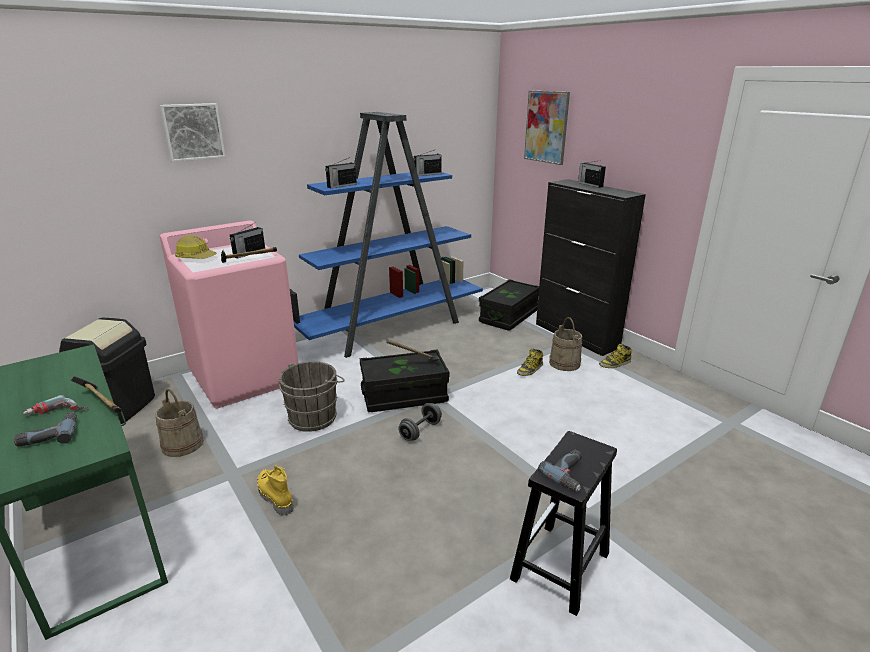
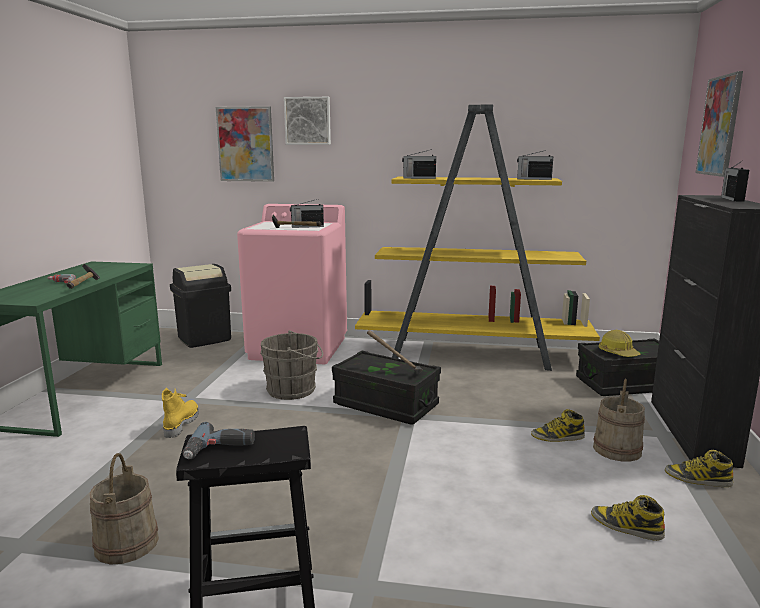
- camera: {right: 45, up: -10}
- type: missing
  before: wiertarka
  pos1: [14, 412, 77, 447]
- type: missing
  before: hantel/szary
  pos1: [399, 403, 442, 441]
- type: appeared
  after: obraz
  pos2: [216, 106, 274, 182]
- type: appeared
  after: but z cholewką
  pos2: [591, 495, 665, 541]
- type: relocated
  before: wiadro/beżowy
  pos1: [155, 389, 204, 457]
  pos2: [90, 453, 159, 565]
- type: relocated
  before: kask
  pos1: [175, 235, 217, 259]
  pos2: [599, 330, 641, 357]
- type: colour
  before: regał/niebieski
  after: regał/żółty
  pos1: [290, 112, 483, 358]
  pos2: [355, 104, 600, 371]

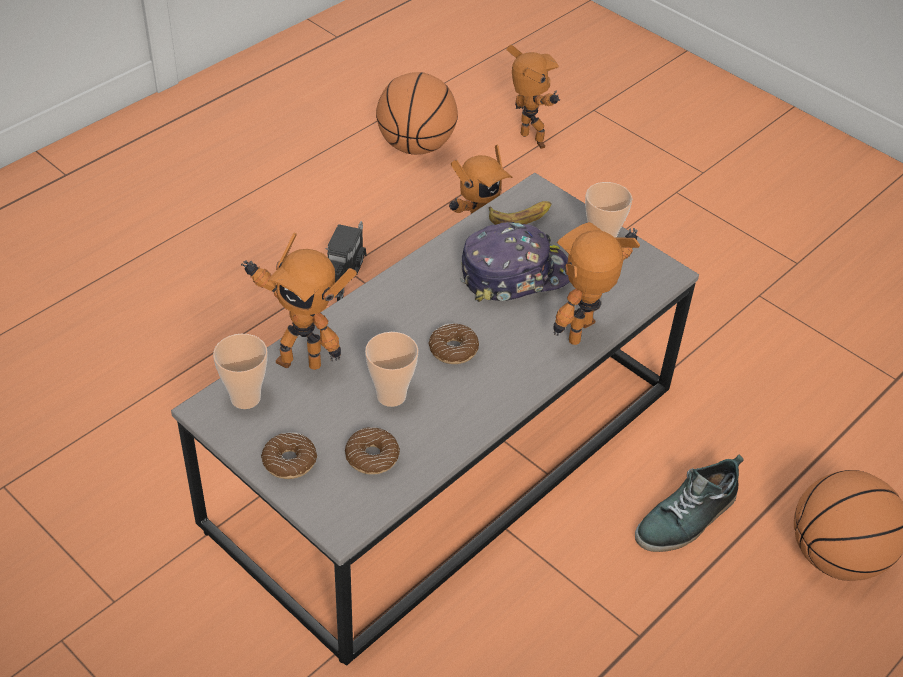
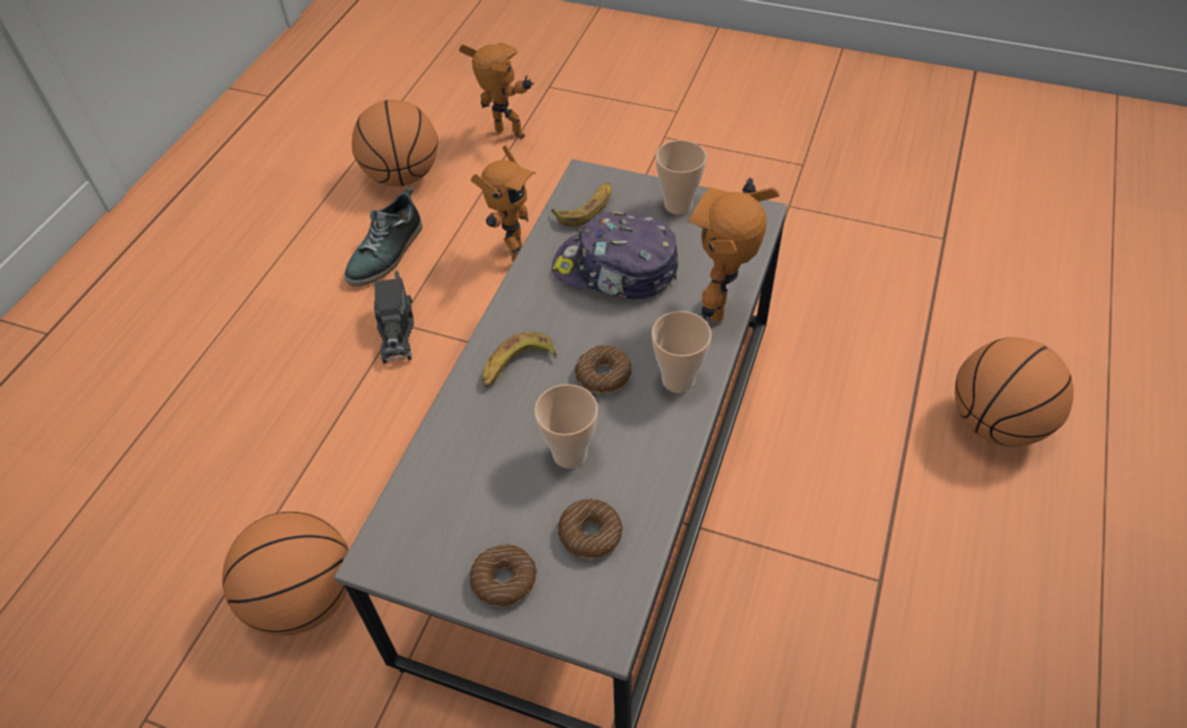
- camera: {right: -20, up: 5}
- type: missing
  before: robot zabawkowy
  pos1: [241, 232, 357, 370]
- type: appeared
  after: piłka do koszykówki
  pos2: [222, 511, 349, 636]
- type: appeared
  after: banan
  pos2: [482, 332, 557, 388]
- type: relocated
  before: filiżanka
  pos1: [213, 334, 268, 409]
  pos2: [652, 311, 712, 393]
- type: relocated
  before: but
  pos1: [635, 454, 744, 552]
  pos2: [344, 187, 422, 286]
- type: spun
  before: czapka z daszkiem
  pos1: [460, 222, 570, 302]
  pos2: [552, 212, 678, 299]
  turn: -120

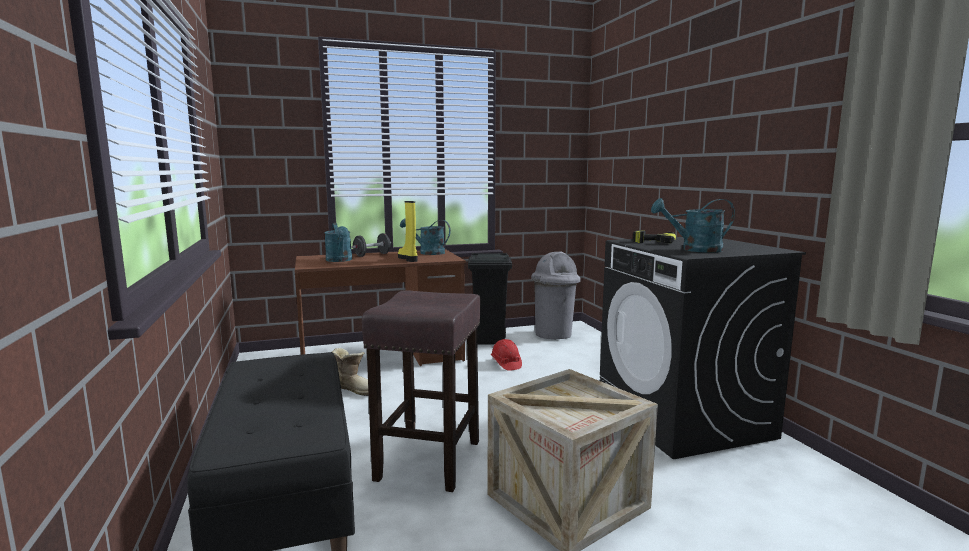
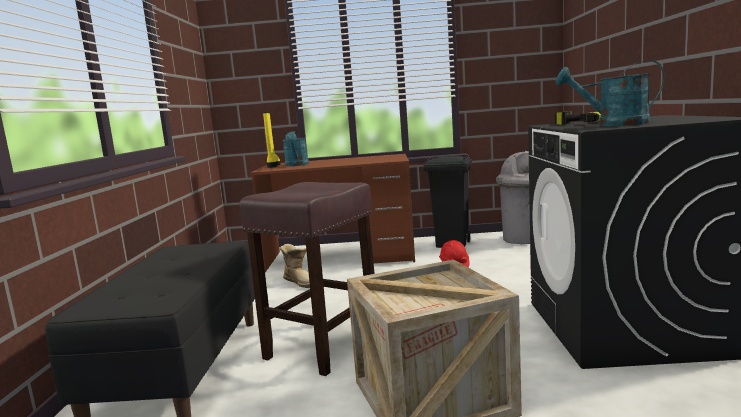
- camera: {right: 20, up: 0}
- type: missing
  before: hantel/czarny
  pos1: [351, 233, 391, 257]
- type: missing
  before: konewka/turkusowy
  pos1: [400, 218, 451, 255]
- type: relocated
  before: but z cholewką/żółty
  pos1: [398, 201, 418, 262]
  pos2: [263, 112, 281, 168]

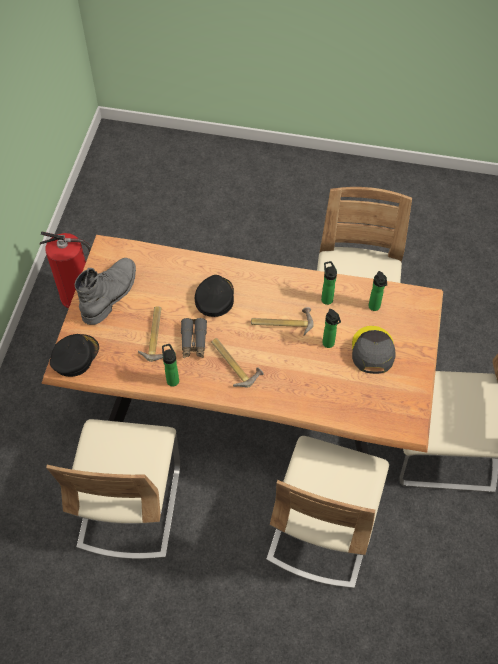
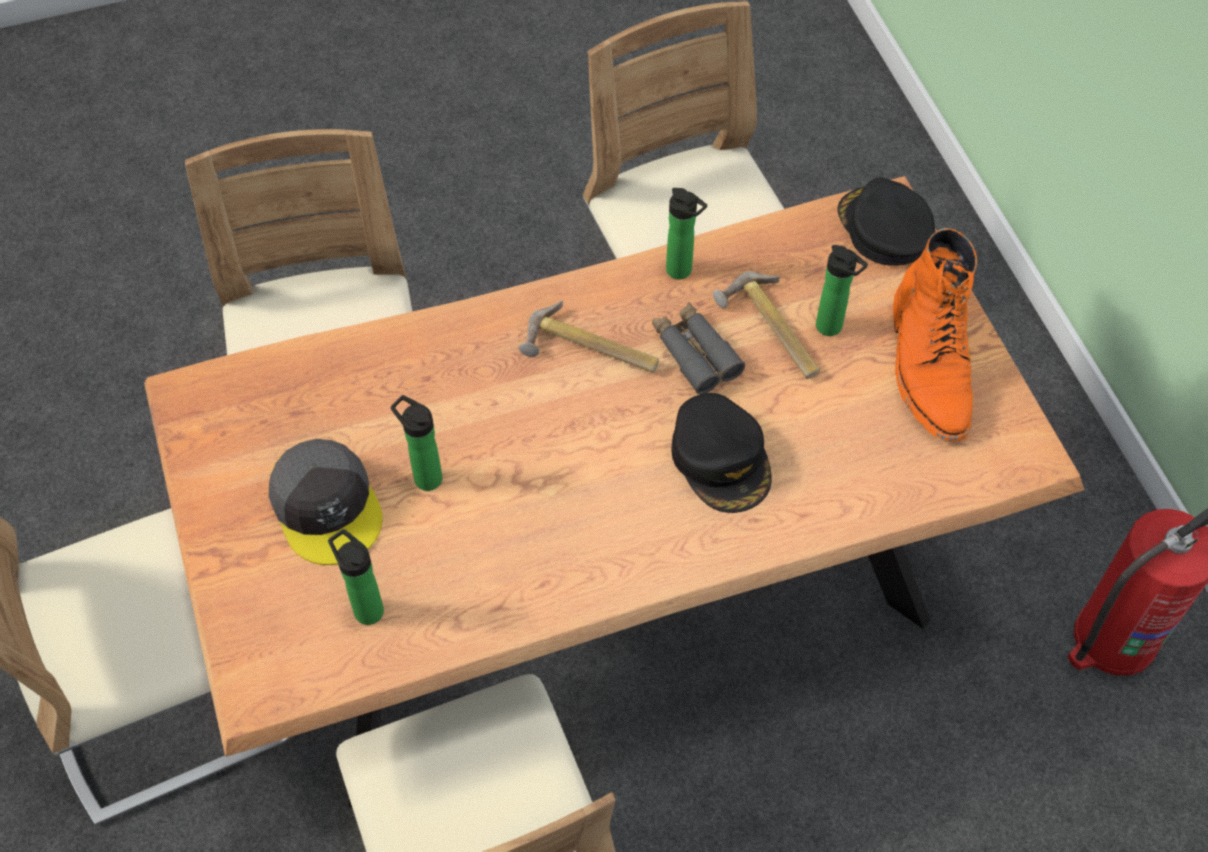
- camera: {right: 150, up: 0}
- type: missing
  before: młotek
  pos1: [251, 307, 314, 336]
- type: relocated
  before: butelka
  pos1: [321, 261, 337, 305]
  pos2: [816, 245, 868, 336]
- type: colour
  before: but z cholewką/szary
  after: but z cholewką/pomarańczowy
  pos1: [75, 258, 136, 325]
  pos2: [893, 228, 977, 441]
- type: spun
  before: czapka z daszkiem/czarny
  pos1: [50, 333, 99, 377]
  pos2: [838, 177, 936, 266]
  turn: 150

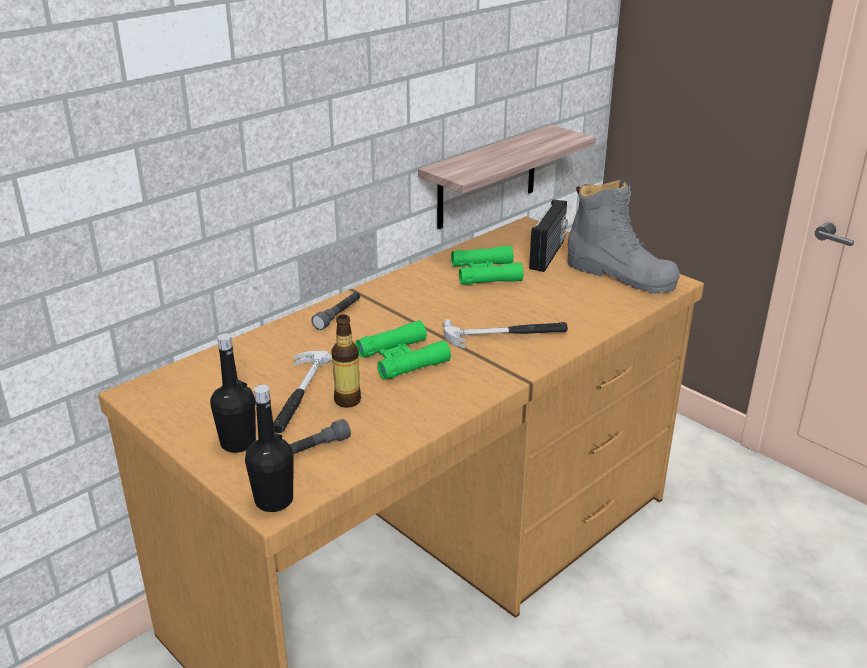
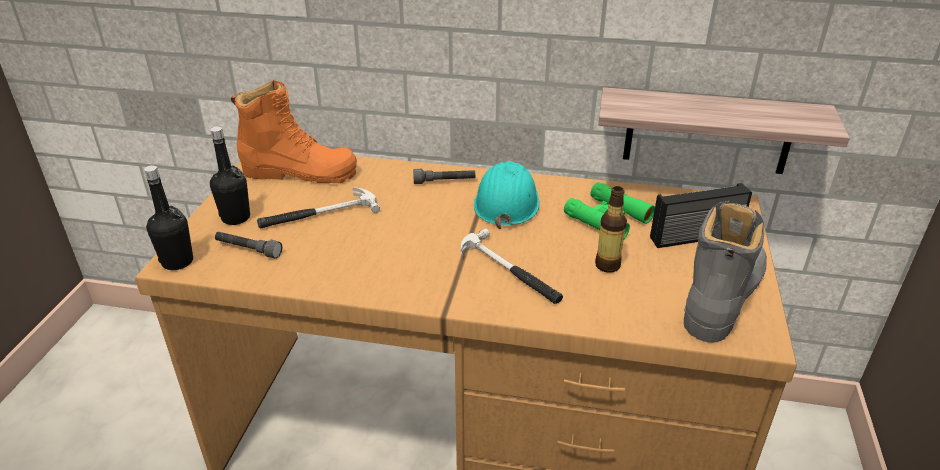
- camera: {right: 55, up: 5}
- type: missing
  before: lornetka/zielony
  pos1: [355, 320, 451, 380]
- type: appeared
  after: but z cholewką/pomarańczowy
  pos2: [231, 80, 357, 183]
- type: appeared
  after: kask/turkusowy
  pos2: [474, 161, 539, 229]
- type: relocated
  before: butelka
  pos1: [332, 315, 361, 408]
  pos2: [595, 186, 627, 273]
- type: spun
  before: but z cholewką/szary
  pos1: [567, 179, 680, 294]
  pos2: [684, 201, 767, 343]
  turn: -150

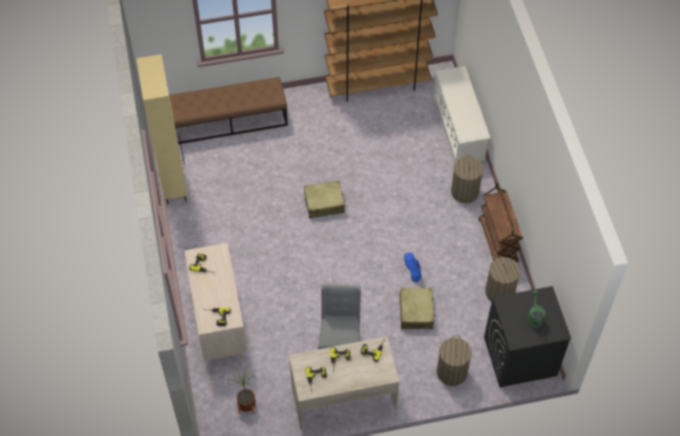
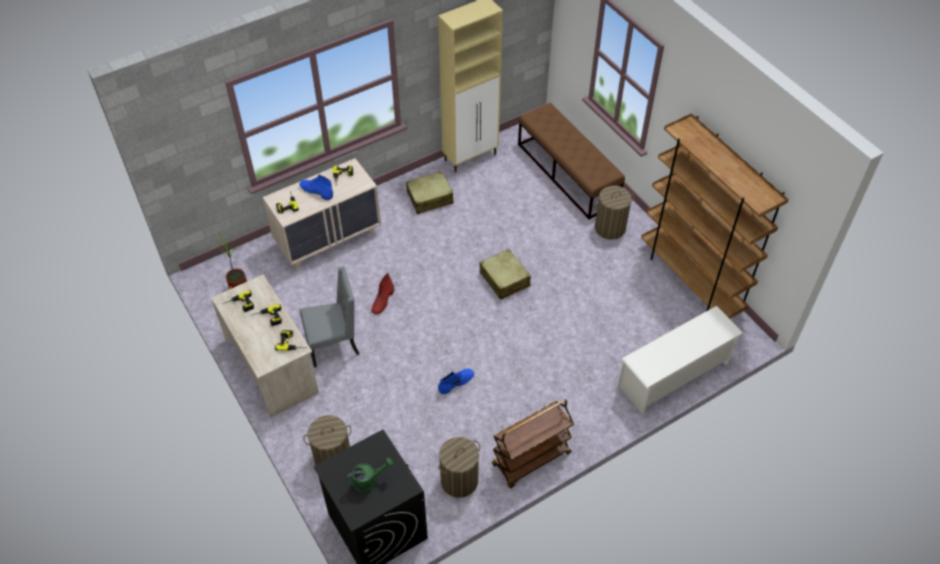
- camera: {right: 70, up: -5}
- type: appeared
  after: but z cholewką/niebieski
  pos2: [299, 175, 333, 200]
- type: appeared
  after: but z cholewką/czerwony
  pos2: [371, 273, 394, 314]
- type: relocated
  before: walizka/beżowy
  pos1: [400, 288, 435, 329]
  pos2: [406, 171, 454, 214]
- type: relocated
  before: kosz na pranie
  pos1: [451, 155, 483, 203]
  pos2: [595, 185, 634, 240]

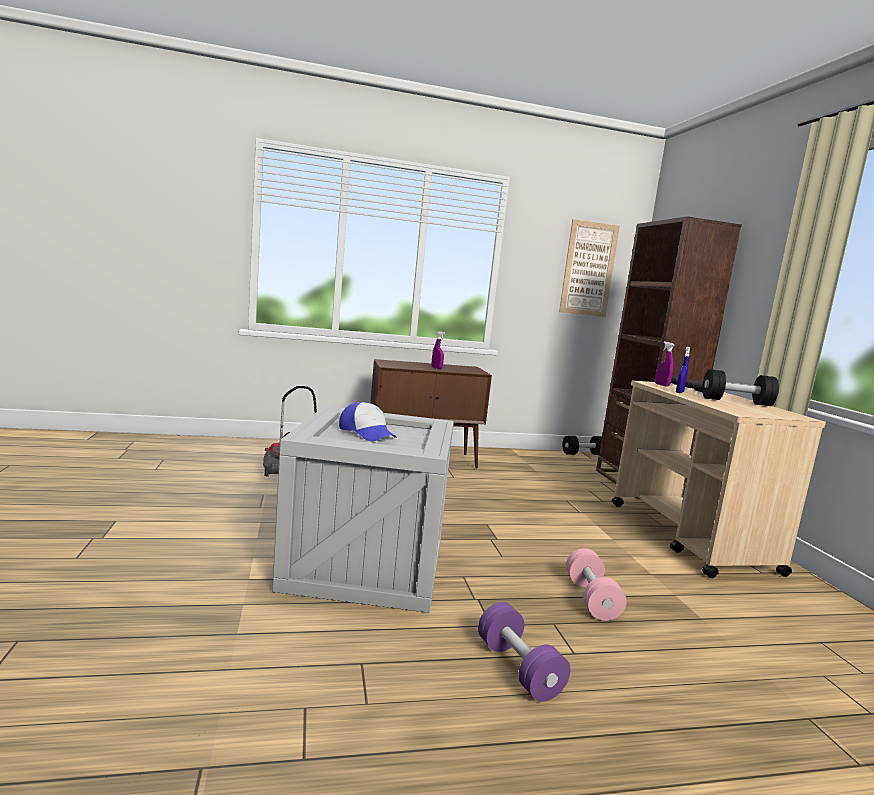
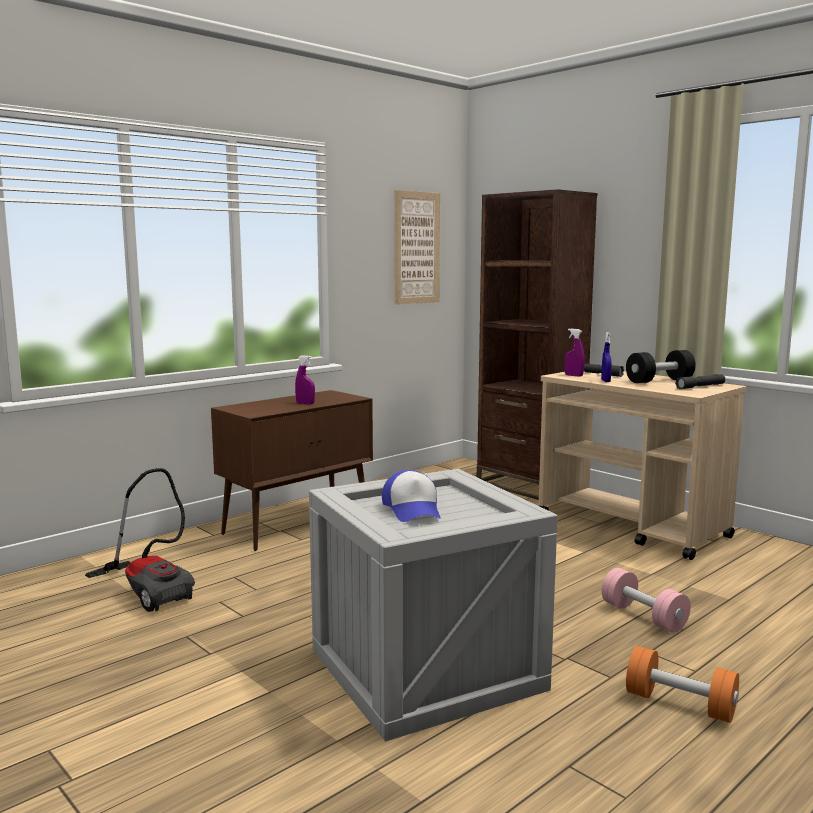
- camera: {right: -30, up: 0}
- type: missing
  before: hantel/czarny
  pos1: [562, 436, 602, 455]
- type: appeared
  after: latarka/szary
  pos2: [675, 374, 725, 389]
- type: colour
  before: hantel/fioletowy
  after: hantel/pomarańczowy
  pos1: [478, 602, 571, 702]
  pos2: [626, 646, 739, 723]
- type: spun
  before: czapka z daszkiem
  pos1: [339, 402, 397, 441]
  pos2: [382, 470, 441, 522]
  turn: 60

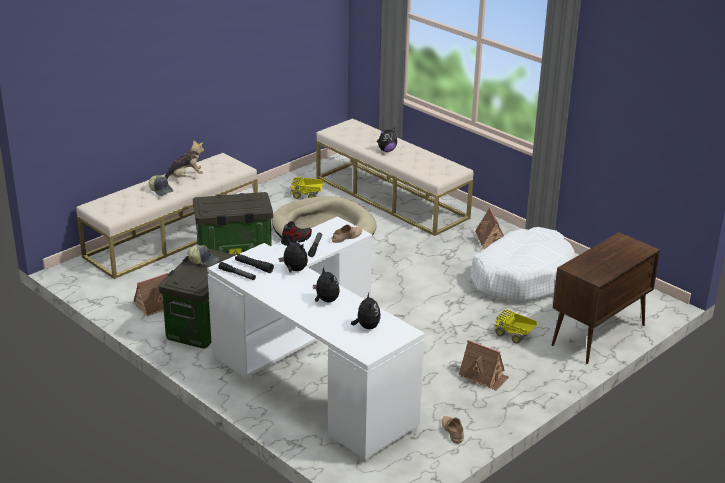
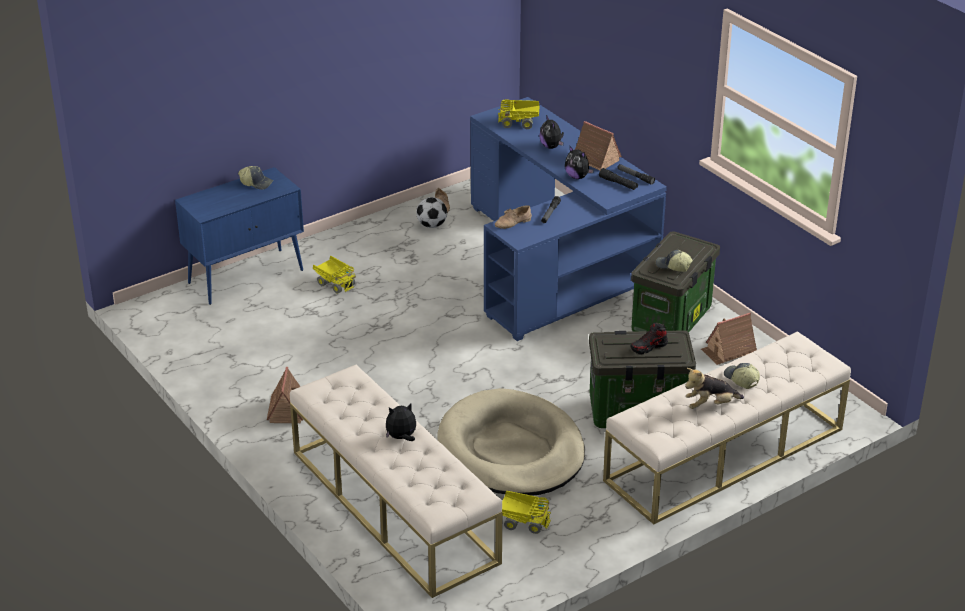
- camera: {right: -170, up: 5}
- type: missing
  before: legowisko/biały
  pos1: [471, 227, 575, 302]
- type: appeared
  after: czapka z daszkiem
  pos2: [238, 166, 273, 190]
- type: appeared
  after: piłka futbolowa
  pos2: [416, 197, 447, 228]
- type: relocated
  before: but
  pos1: [281, 221, 312, 246]
  pos2: [631, 322, 668, 355]
- type: relocated
  before: domek
  pos1: [459, 340, 509, 391]
  pos2: [575, 121, 622, 171]
- type: exchanged
  before: pluszak
  after: ciężarówka zabawkowa
  pos1: [351, 293, 381, 329]
  pos2: [498, 99, 540, 129]
- type: colour
  before: biurko/biały
  after: biurko/niebieski
  pos1: [207, 217, 425, 463]
  pos2: [470, 97, 667, 341]
- type: colour
  before: szafka/brązowy
  after: szafka/niebieski
  pos1: [552, 232, 660, 364]
  pos2: [175, 167, 304, 305]

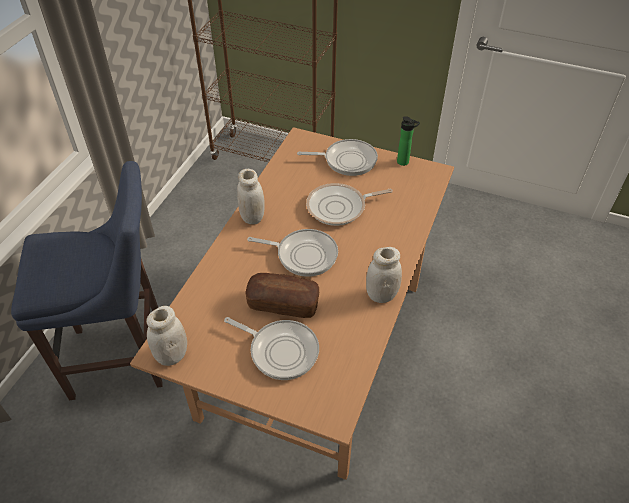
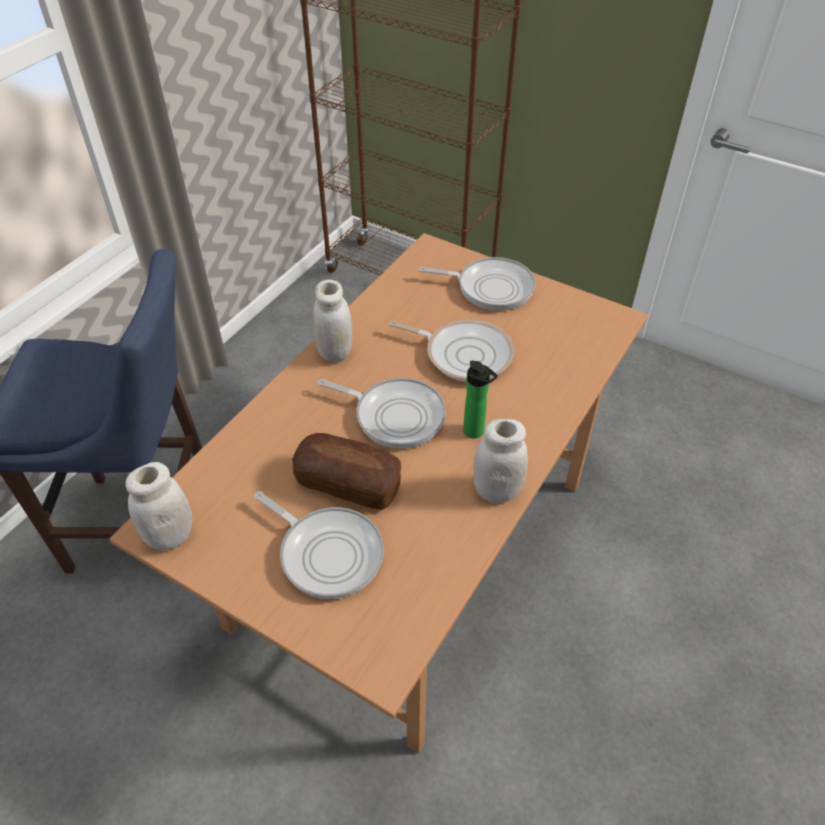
- camera: {right: 10, up: 0}
- type: relocated
  before: butelka
  pos1: [397, 117, 420, 166]
  pos2: [463, 361, 498, 439]
- type: spun
  before: patelnia
  pos1: [306, 183, 393, 226]
  pos2: [389, 319, 514, 382]
  turn: -150

